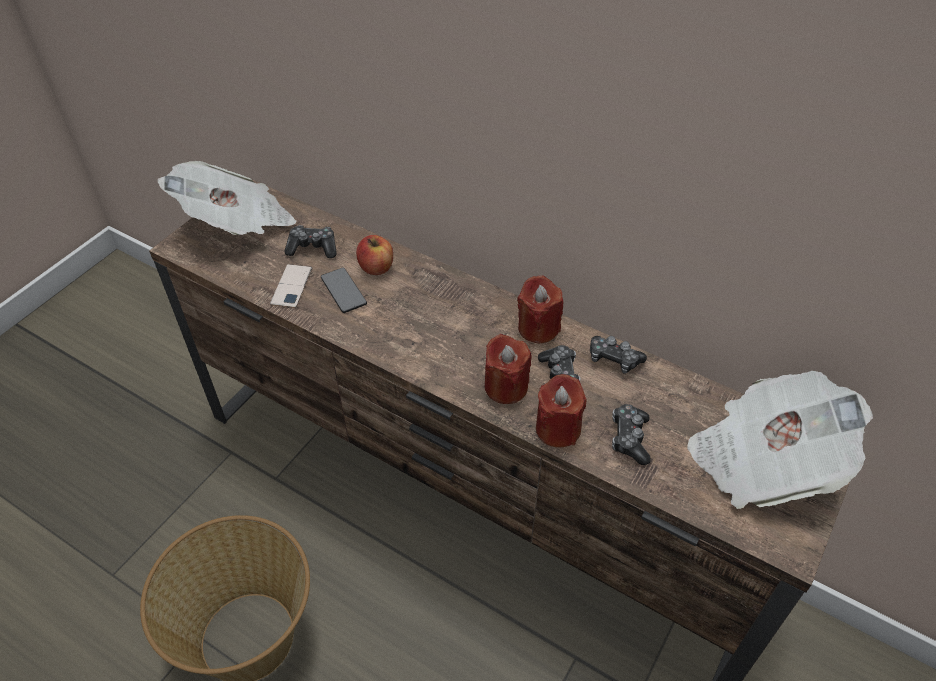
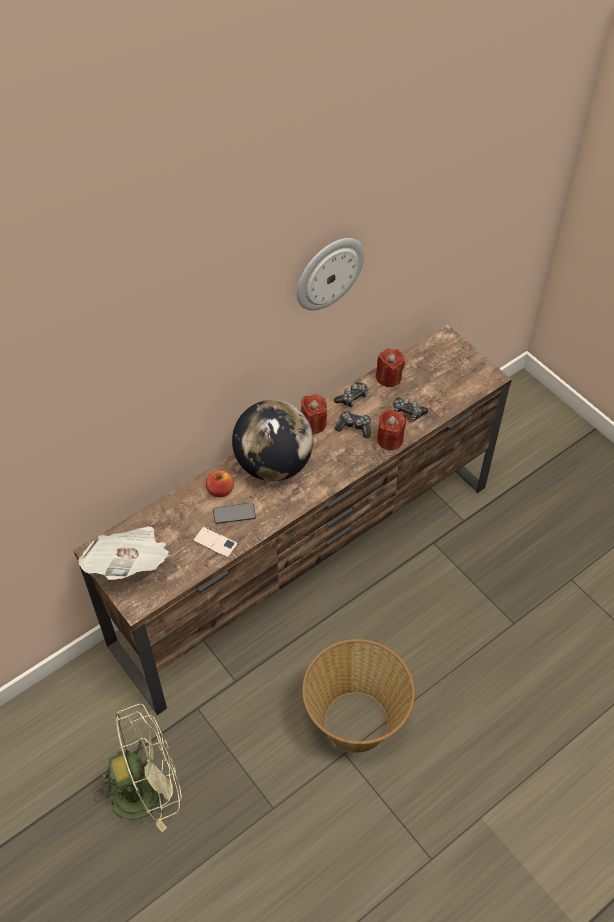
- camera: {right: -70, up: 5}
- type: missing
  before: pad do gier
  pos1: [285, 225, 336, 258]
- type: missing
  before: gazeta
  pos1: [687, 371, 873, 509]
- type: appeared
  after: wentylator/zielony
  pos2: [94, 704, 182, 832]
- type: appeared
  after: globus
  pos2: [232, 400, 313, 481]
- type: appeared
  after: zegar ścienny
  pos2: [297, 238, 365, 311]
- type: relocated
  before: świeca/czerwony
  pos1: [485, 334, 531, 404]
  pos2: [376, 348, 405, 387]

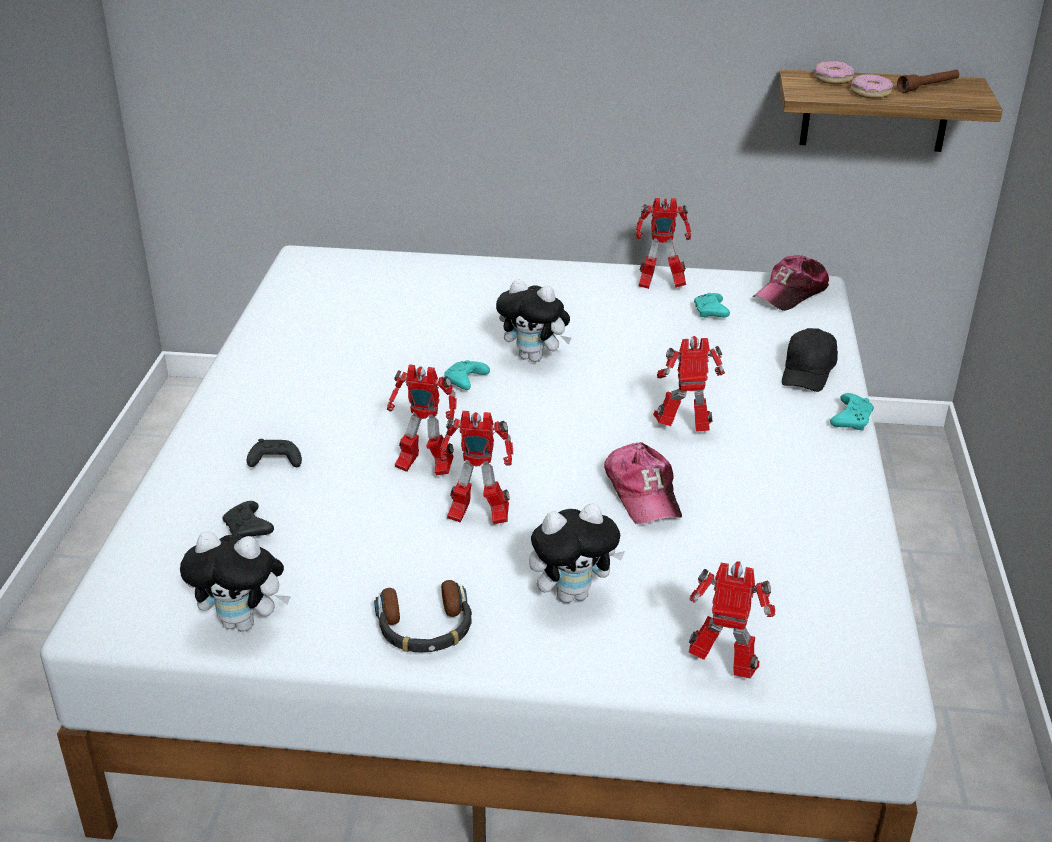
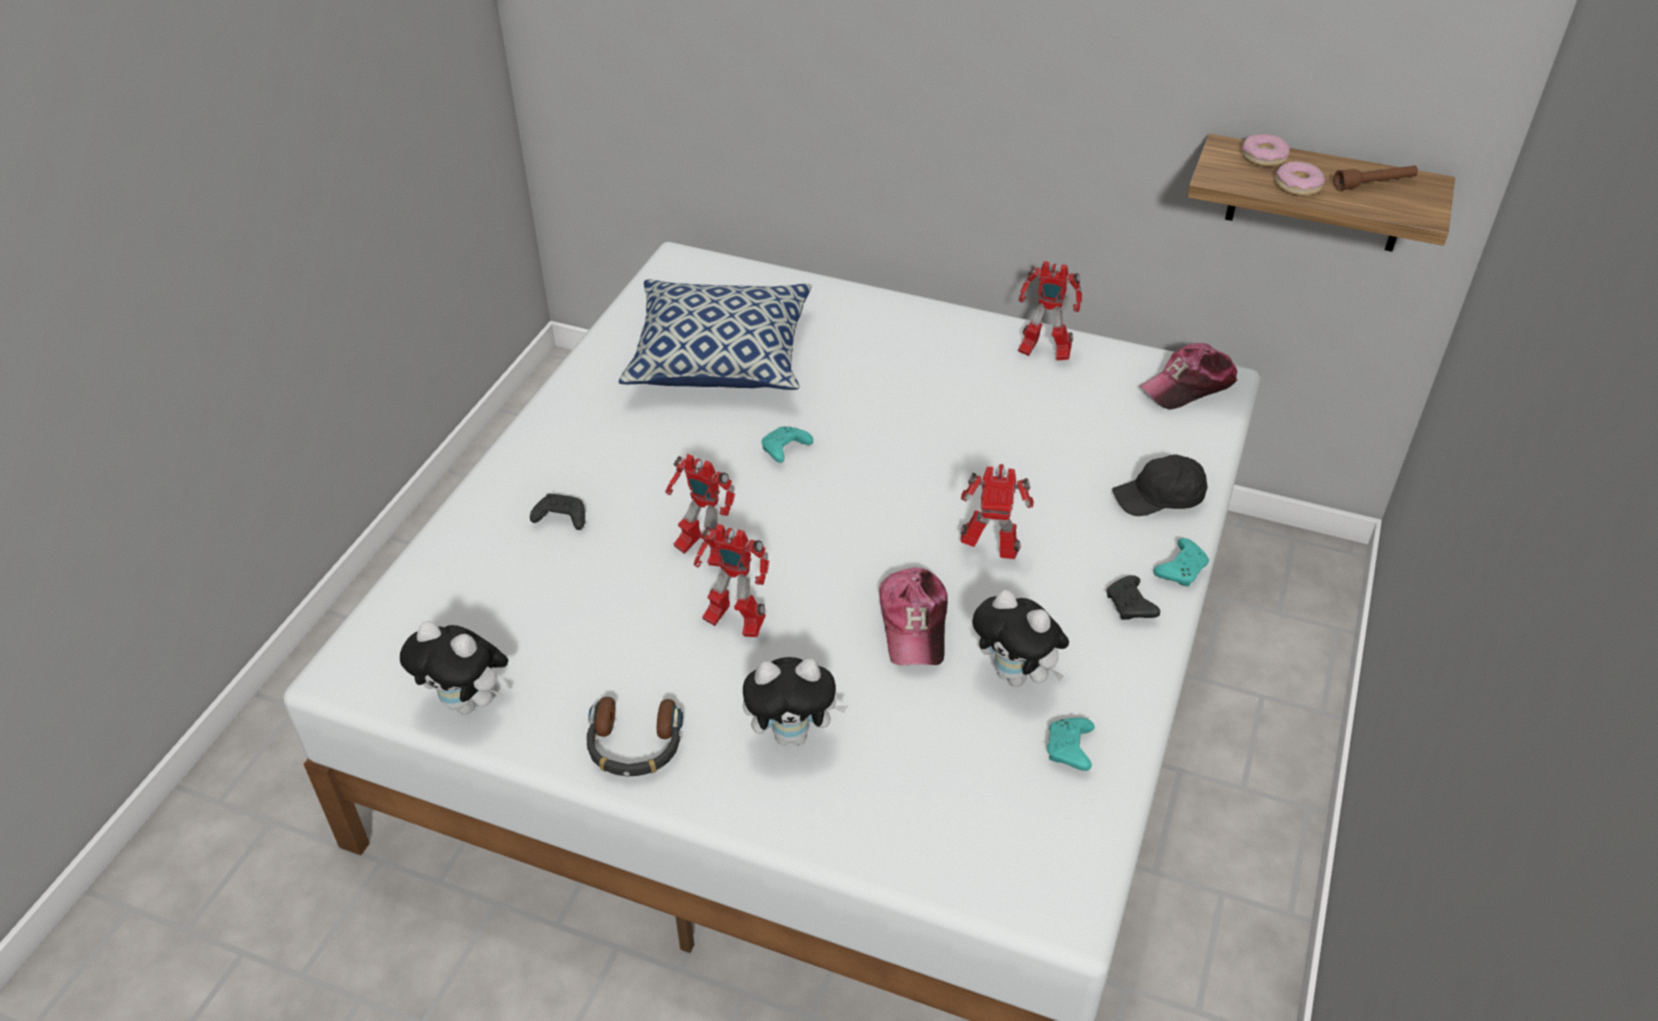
- camera: {right: 15, up: 10}
- type: missing
  before: robot zabawkowy
  pos1: [689, 561, 775, 678]
- type: appeared
  after: poduszka
  pos2: [619, 280, 812, 390]
- type: relocated
  before: pad do gier/czarny
  pos1: [222, 501, 274, 537]
  pos2: [1107, 575, 1160, 620]
- type: relocated
  before: pluszak
  pos1: [496, 279, 572, 362]
  pos2: [972, 590, 1069, 686]
- type: relocated
  before: pad do gier/turkusowy
  pos1: [694, 293, 730, 317]
  pos2: [1047, 718, 1095, 771]
- type: spun
  before: czapka z daszkiem/czarny
  pos1: [782, 328, 838, 392]
  pos2: [1112, 455, 1208, 516]
  turn: 45

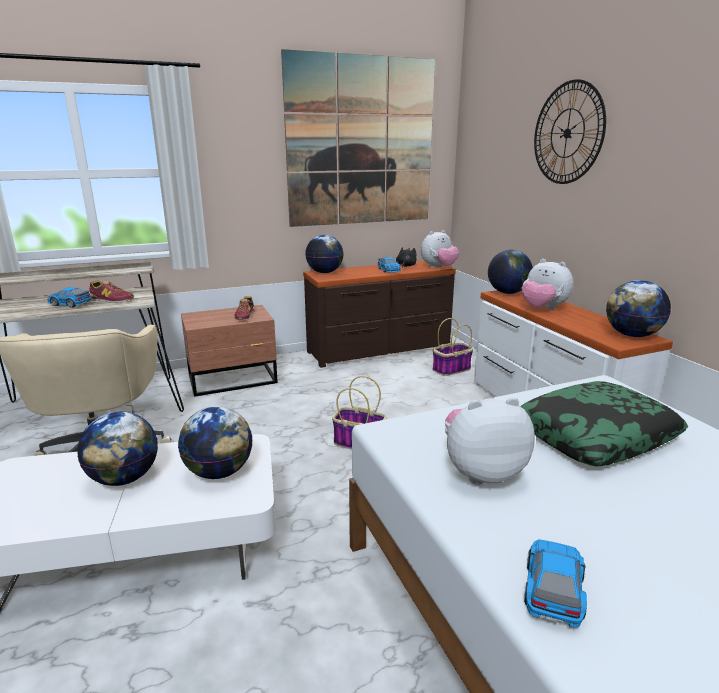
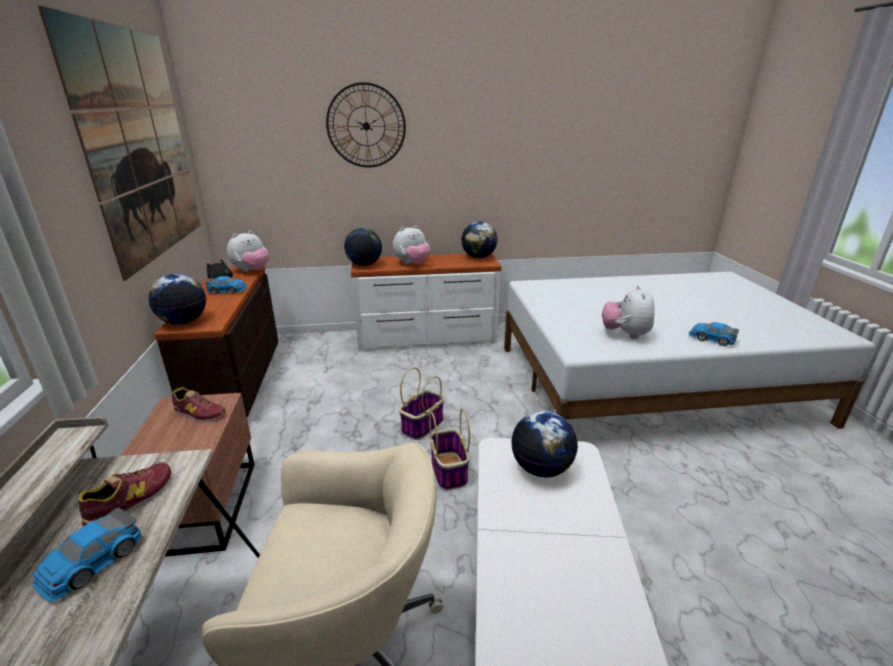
- camera: {right: -75, up: 5}
- type: missing
  before: globus
  pos1: [77, 412, 158, 486]
- type: missing
  before: poduszka
  pos1: [520, 381, 688, 466]
- type: relocated
  before: koszyk
  pos1: [432, 318, 473, 376]
  pos2: [429, 408, 470, 490]
- type: spun
  before: pluszak
  pos1: [421, 230, 459, 268]
  pos2: [227, 231, 269, 272]
  turn: 60

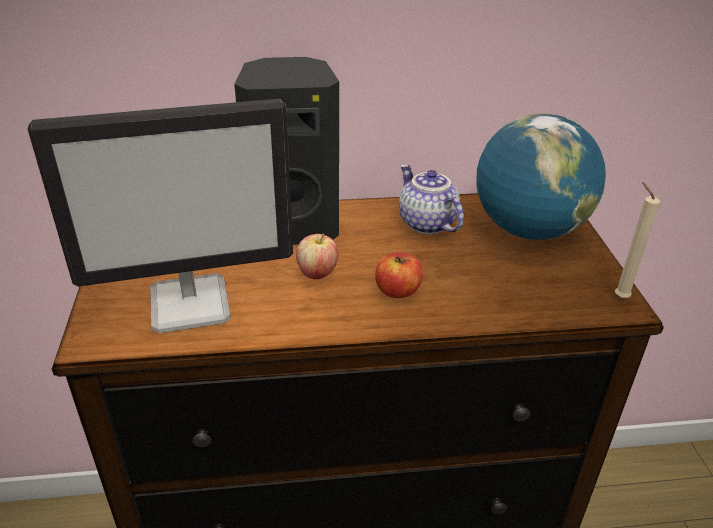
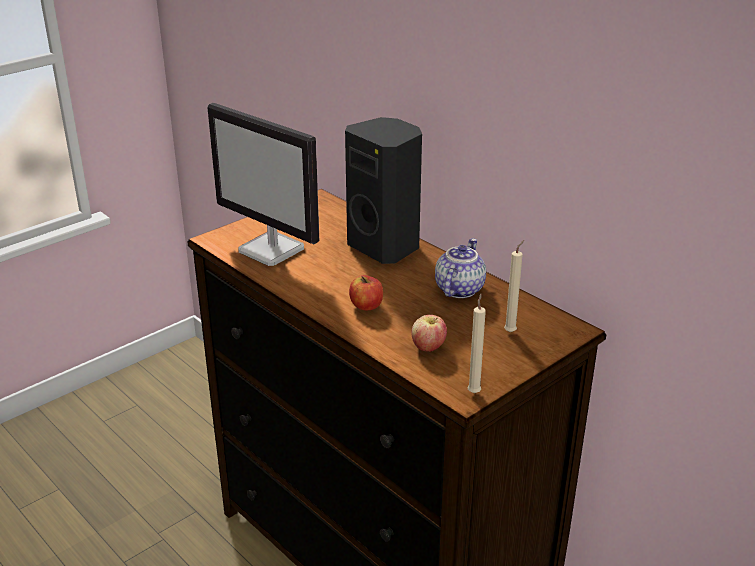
- camera: {right: 55, up: -5}
- type: relocated
  before: jabłko
  pos1: [296, 233, 339, 279]
  pos2: [411, 315, 447, 352]
- type: exchanged
  before: globus
  after: świeca/beżowy
  pos1: [477, 114, 606, 240]
  pos2: [504, 240, 524, 332]

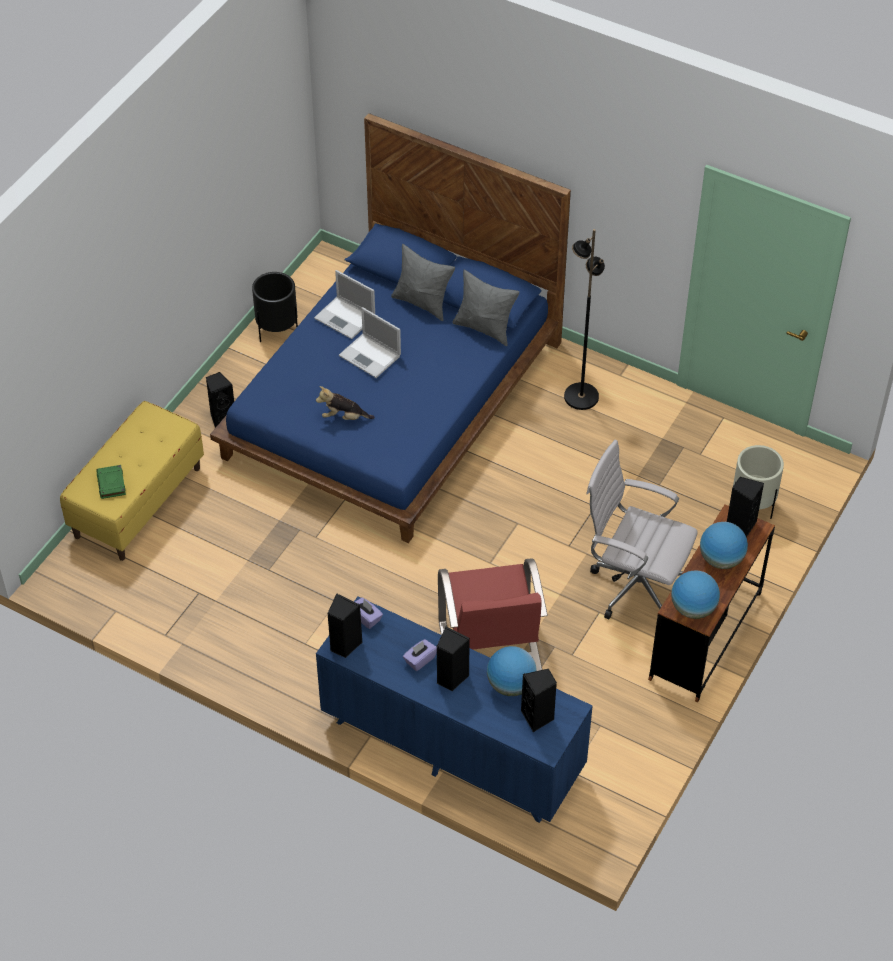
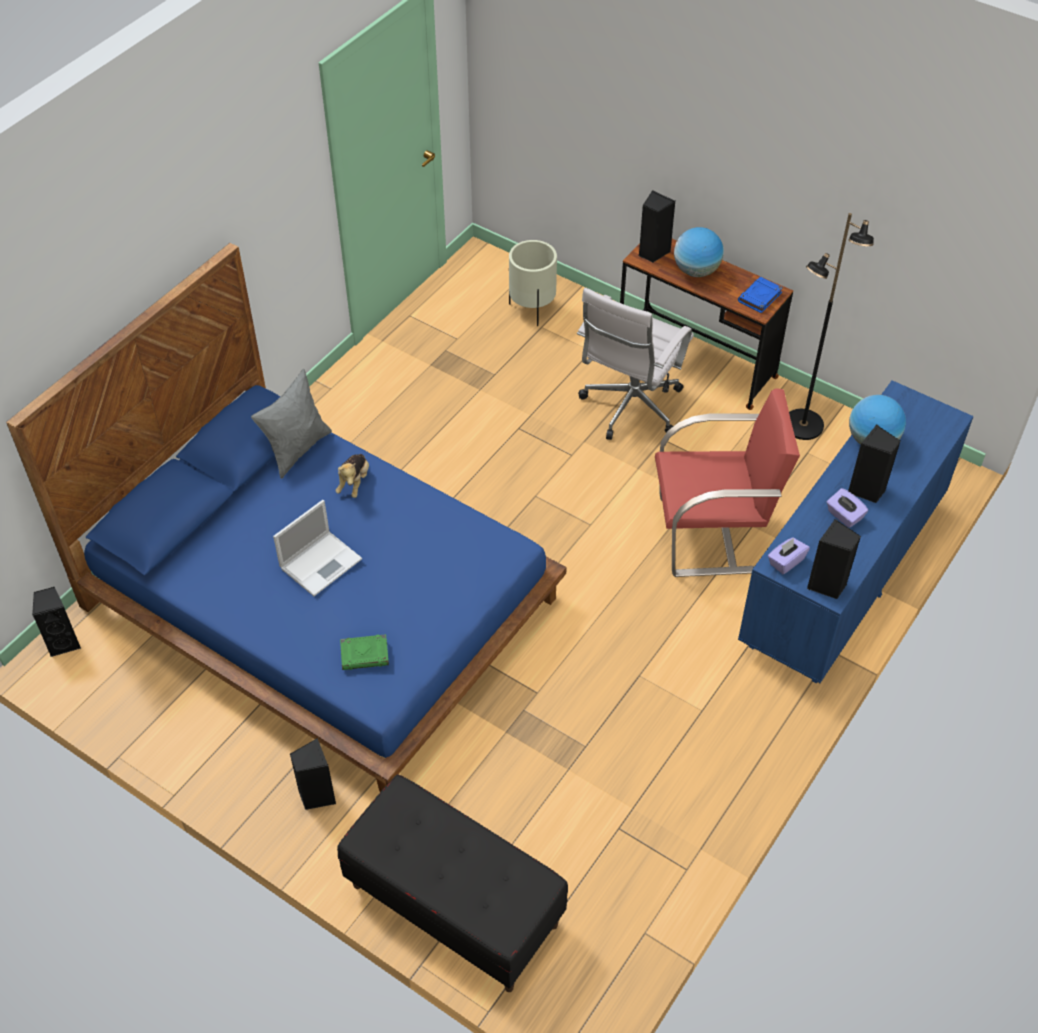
- camera: {right: -85, up: 0}
- type: missing
  before: donica/czarny
  pos1: [252, 272, 298, 342]
- type: missing
  before: laptop
  pos1: [314, 270, 375, 339]
- type: missing
  before: poduszka/szary
  pos1: [391, 244, 455, 321]
- type: relocated
  before: książka/zielony
  pos1: [96, 465, 126, 499]
  pos2: [340, 634, 389, 670]
- type: relocated
  before: pluszak
  pos1: [316, 386, 375, 420]
  pos2: [336, 454, 369, 498]
- type: relocated
  before: głośnik/czarny
  pos1: [521, 669, 557, 732]
  pos2: [32, 587, 81, 657]
- type: relocated
  before: lampa stojąca/czarny
  pos1: [564, 229, 605, 410]
  pos2: [789, 213, 874, 440]
- type: exchanged
  before: globus
  after: książka/niebieski
  pos1: [671, 570, 720, 619]
  pos2: [738, 277, 783, 313]
- type: colour
  before: ławka/żółty
  after: ławka/czarny
  pos1: [60, 401, 204, 561]
  pos2: [337, 774, 568, 992]

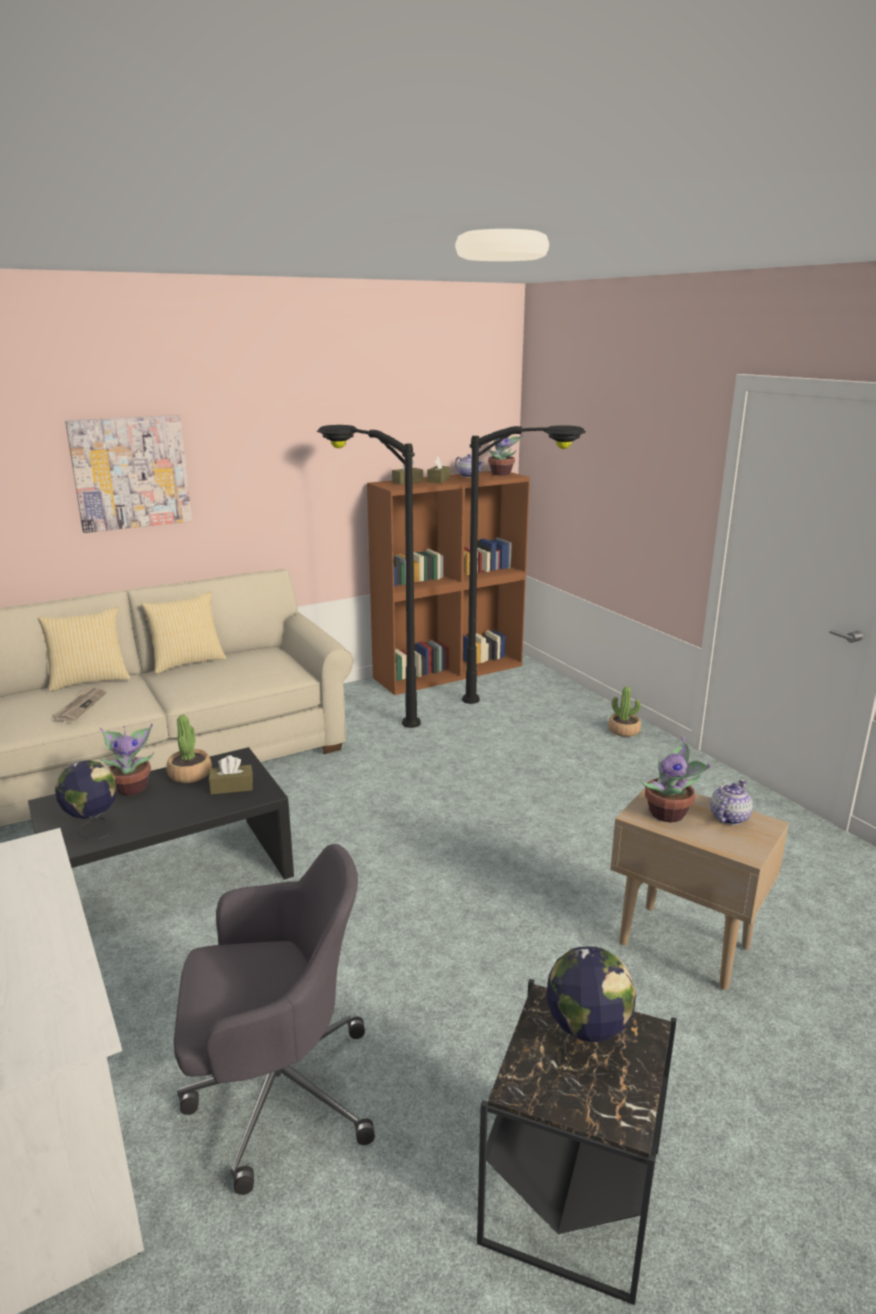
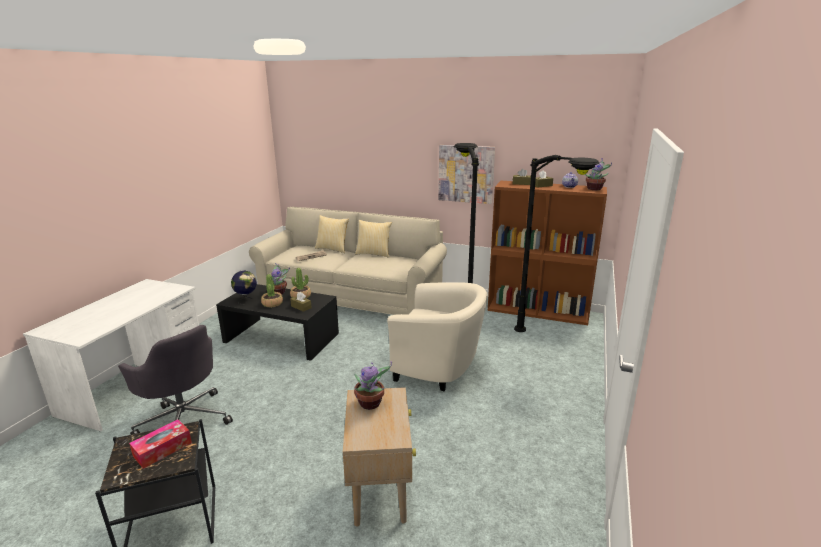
- camera: {right: 50, up: 0}
- type: missing
  before: imbryk
  pos1: [710, 779, 753, 825]
- type: appeared
  after: fotel/beżowy
  pos2: [387, 282, 488, 391]
- type: relocated
  before: obraz
  pos1: [65, 415, 192, 533]
  pos2: [438, 145, 495, 204]
- type: relocated
  before: roślina doniczkowa
  pos1: [608, 687, 641, 737]
  pos2: [261, 274, 283, 307]
- type: exchanged
  before: globus
  after: pudełko chusteczek
  pos1: [546, 946, 636, 1076]
  pos2: [129, 420, 192, 469]

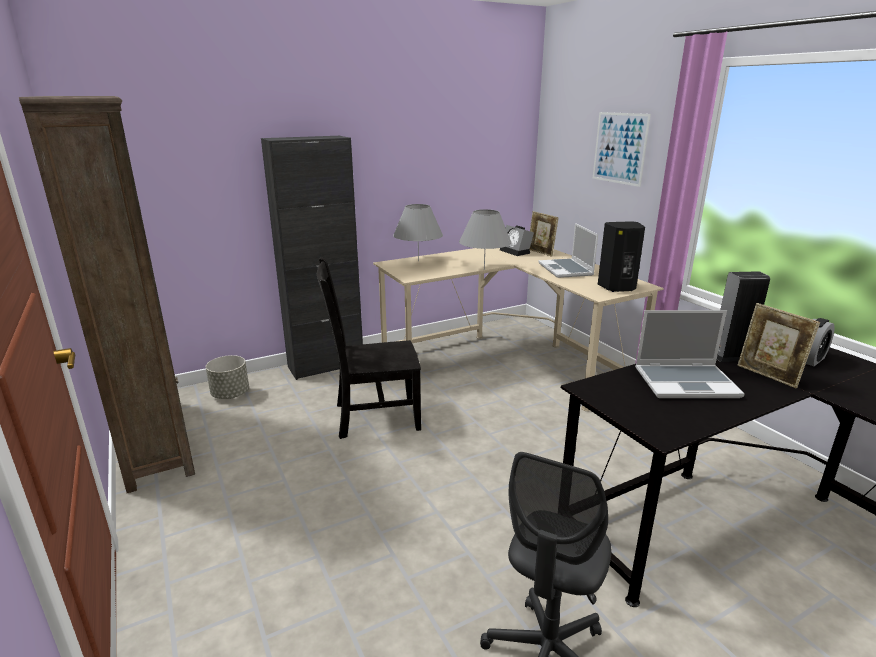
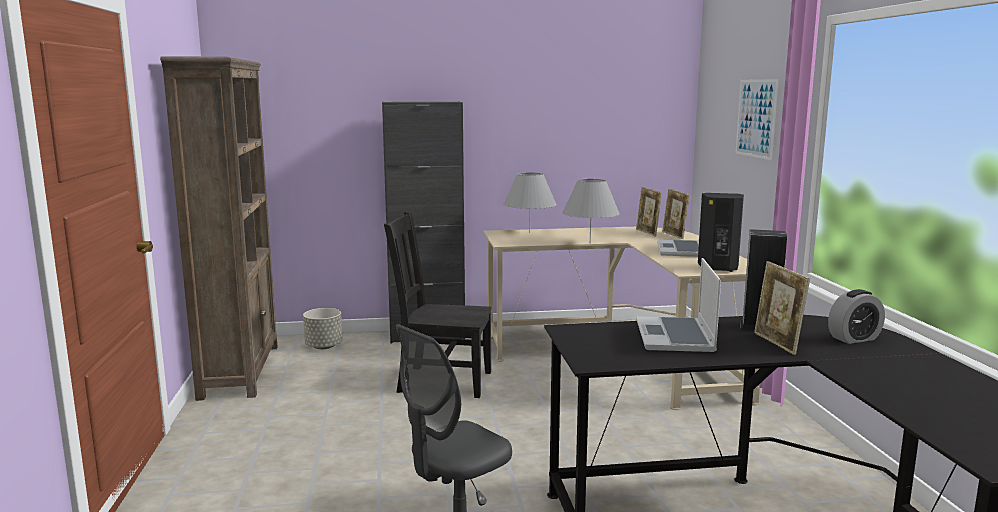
- camera: {right: 20, up: -10}
- type: exchanged
  before: budzik
  after: ramka na zdjęcie
  pos1: [500, 225, 534, 256]
  pos2: [636, 187, 662, 237]
- type: spun
  before: laptop
  pos1: [635, 310, 745, 398]
  pos2: [636, 258, 721, 352]
  turn: 75

